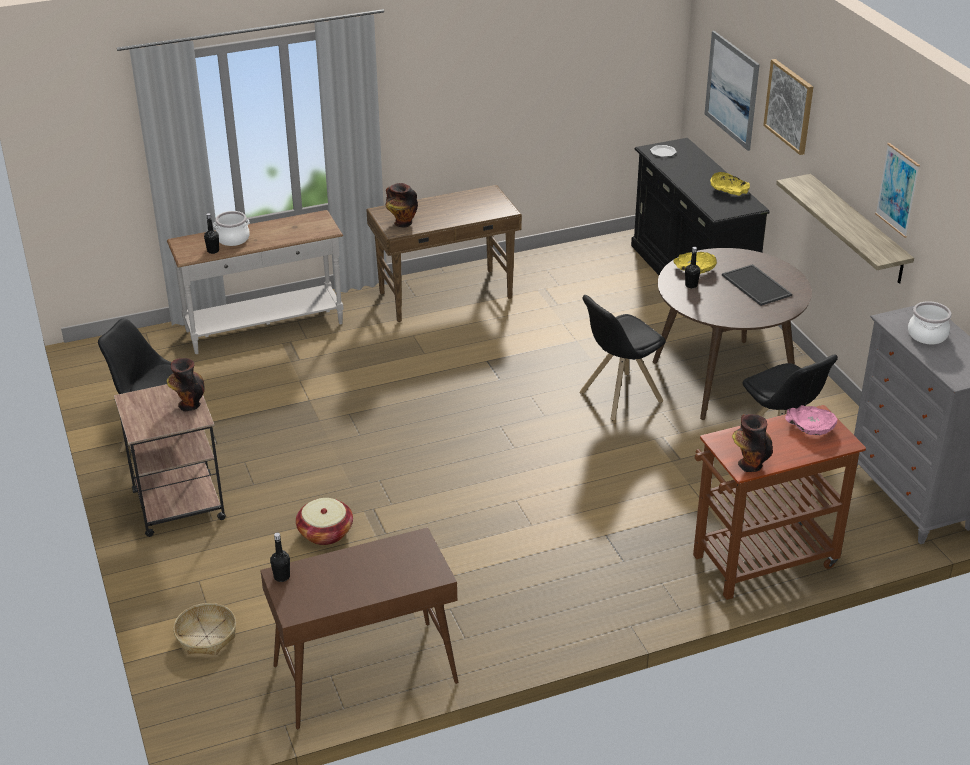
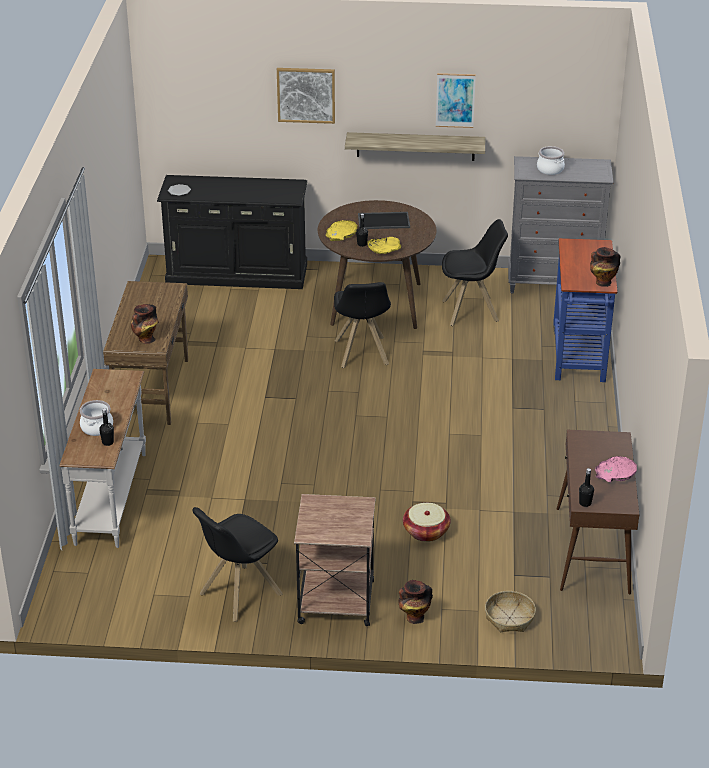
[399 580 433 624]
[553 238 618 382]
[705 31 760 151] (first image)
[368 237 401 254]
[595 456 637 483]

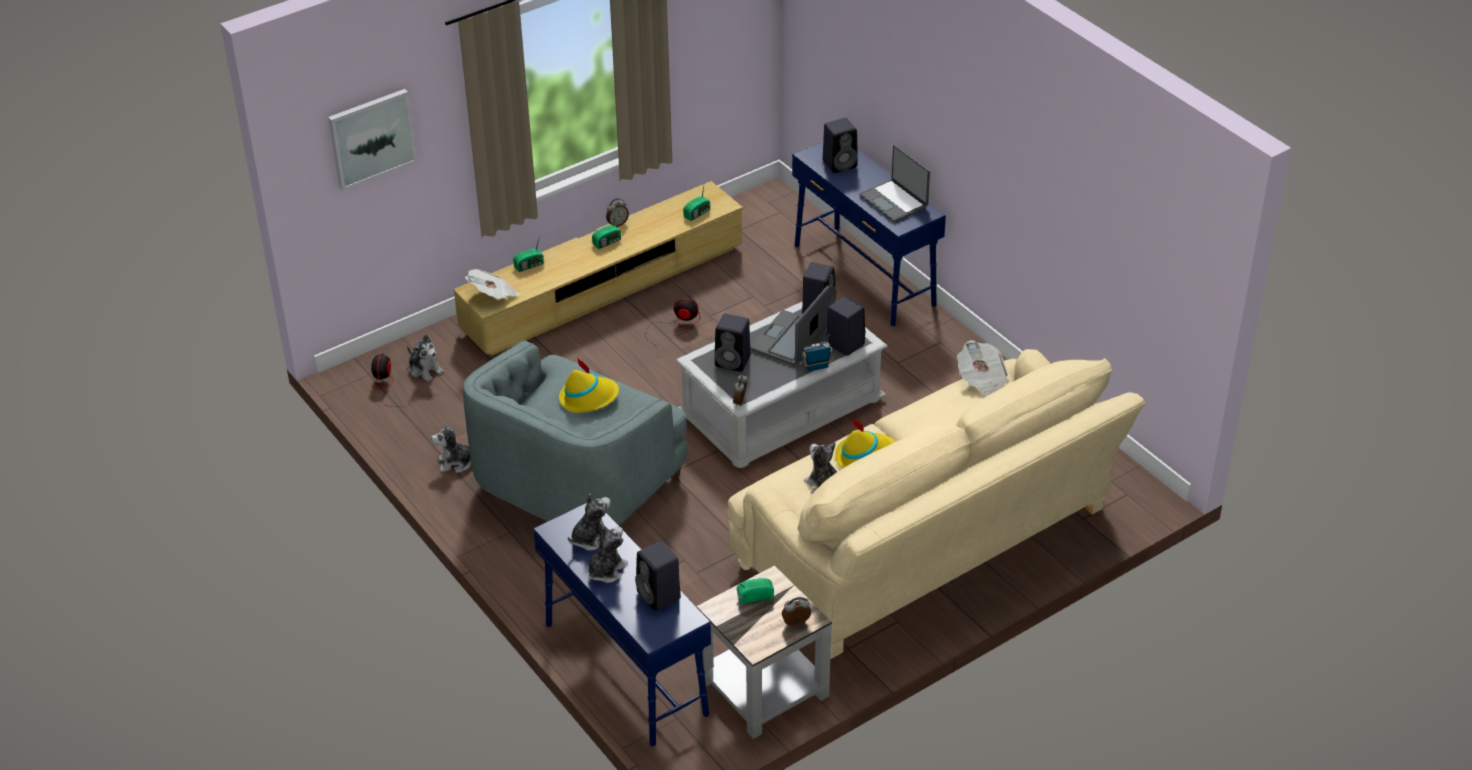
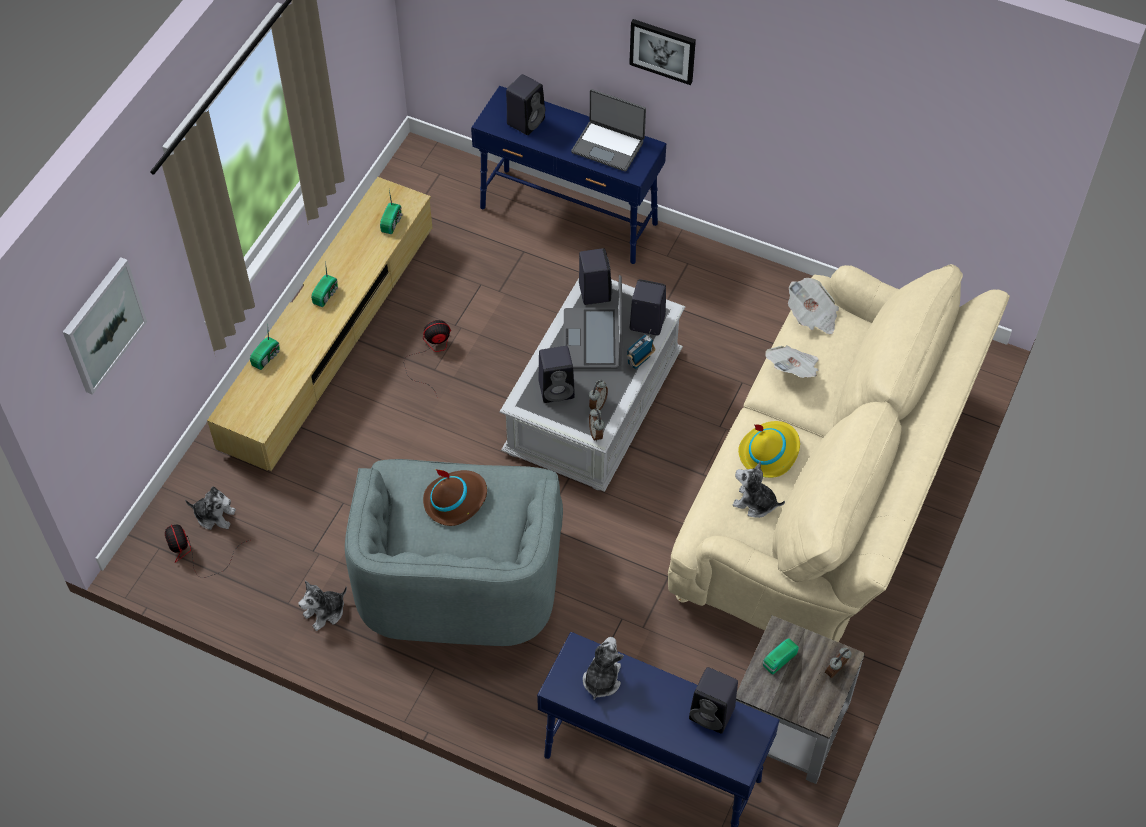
[765 345 819 378]
[423 469 487 526]
[588 526 628 583] (first image)
[589 380 608 410]
[629 19 696 85]

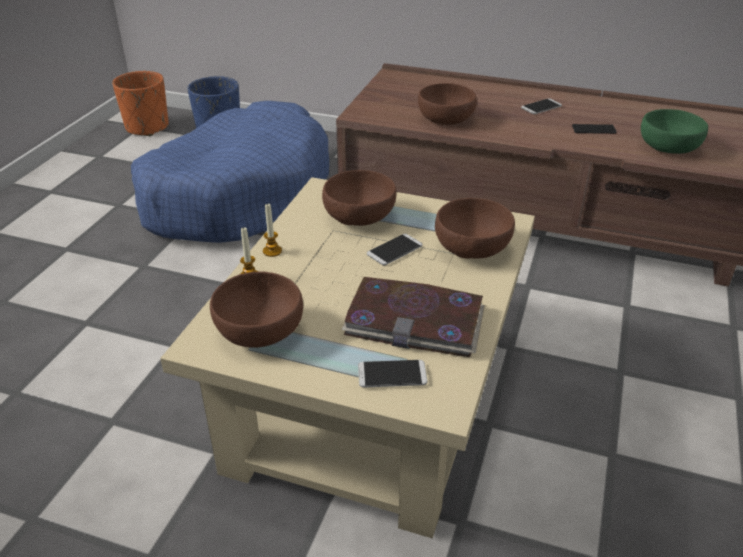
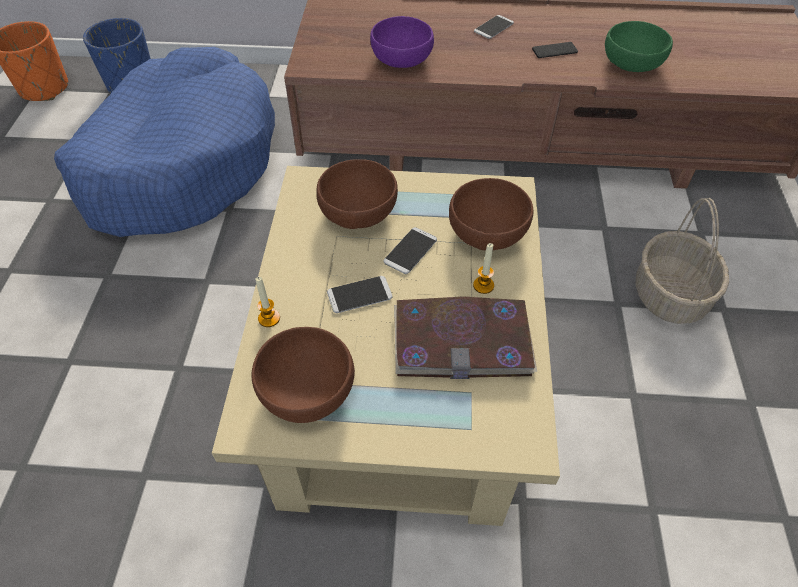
[473 243 494 294]
[327 276 392 313]
[370 16 434 68]
[635 198 729 324]

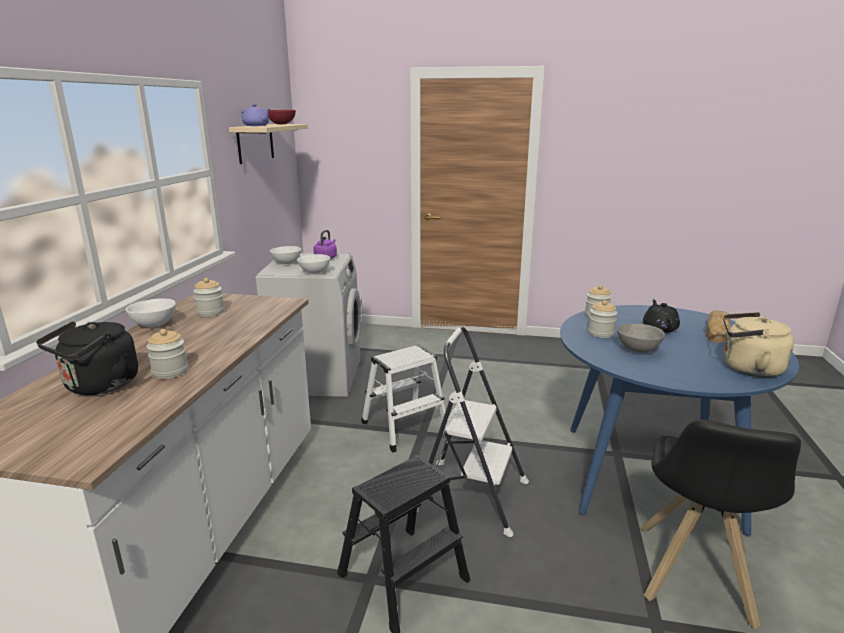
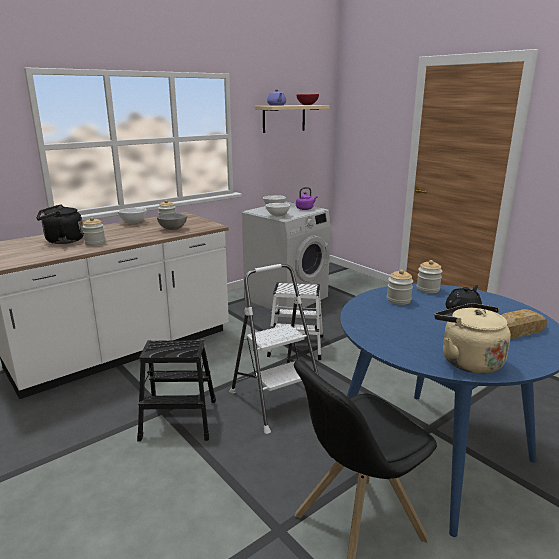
[157 213 187 230]

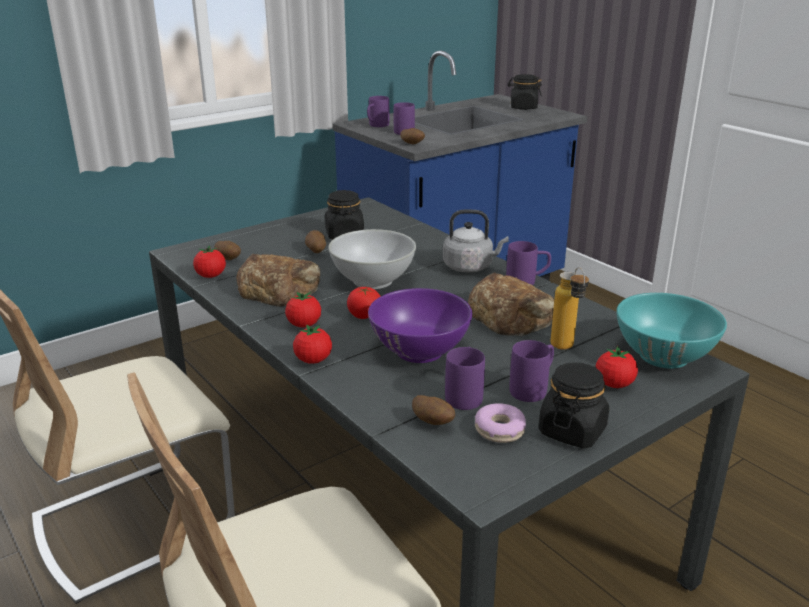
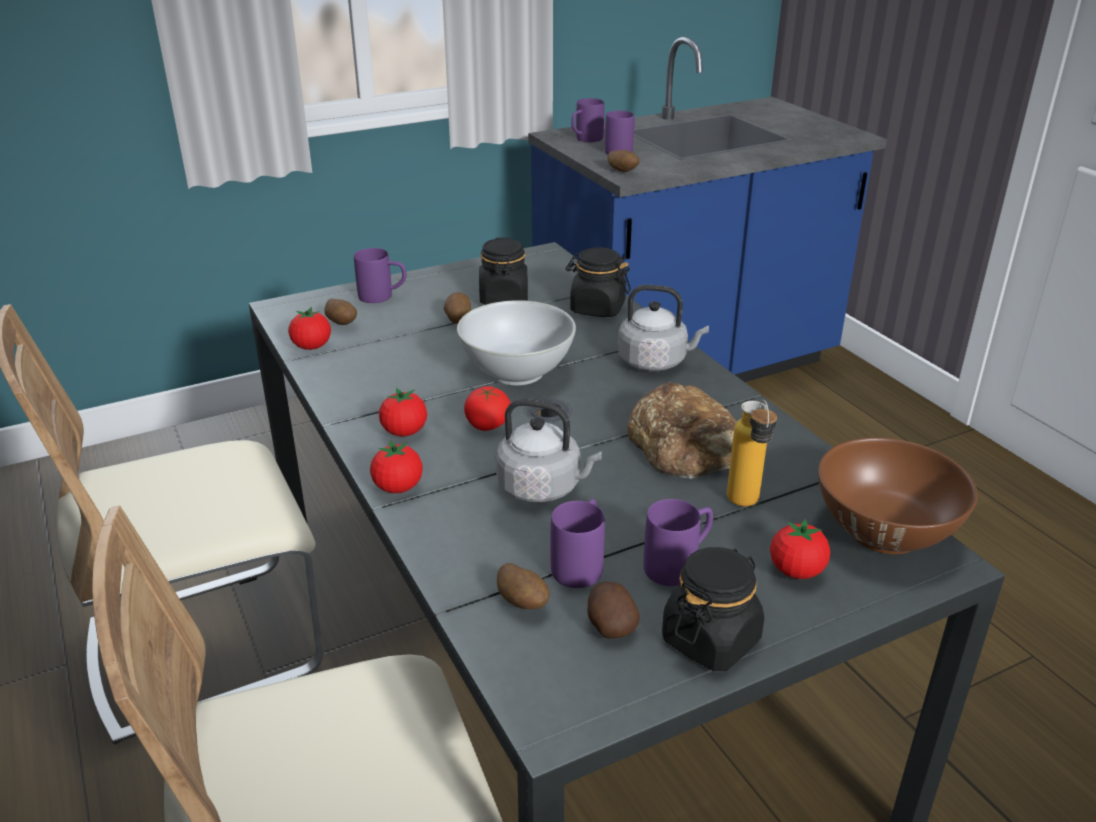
[236 254 320 307] (first image)
[496 399 602 503]
[588 581 640 639]
[354 248 406 303]
[566 247 631 317]
[818 437 978 554]

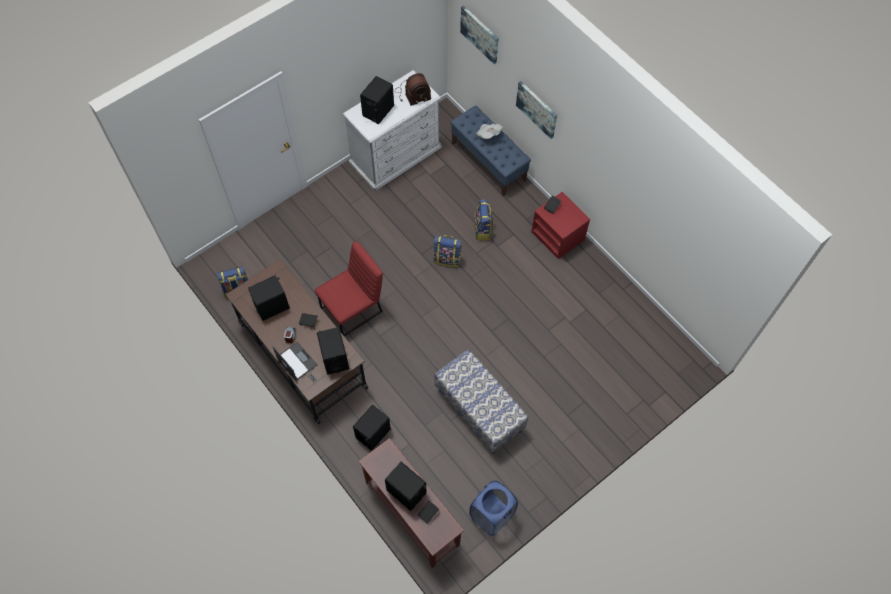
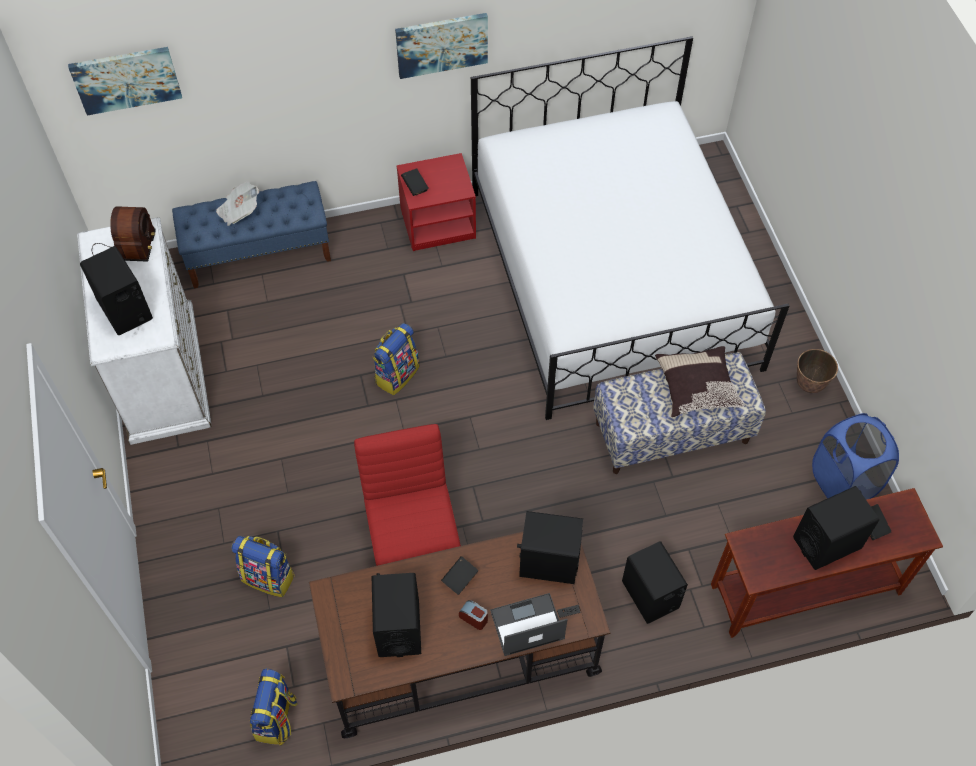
[231 536 295 597]
[395 13 488 79]
[471 36 789 420]
[655 346 745 417]
[797 349 838 393]

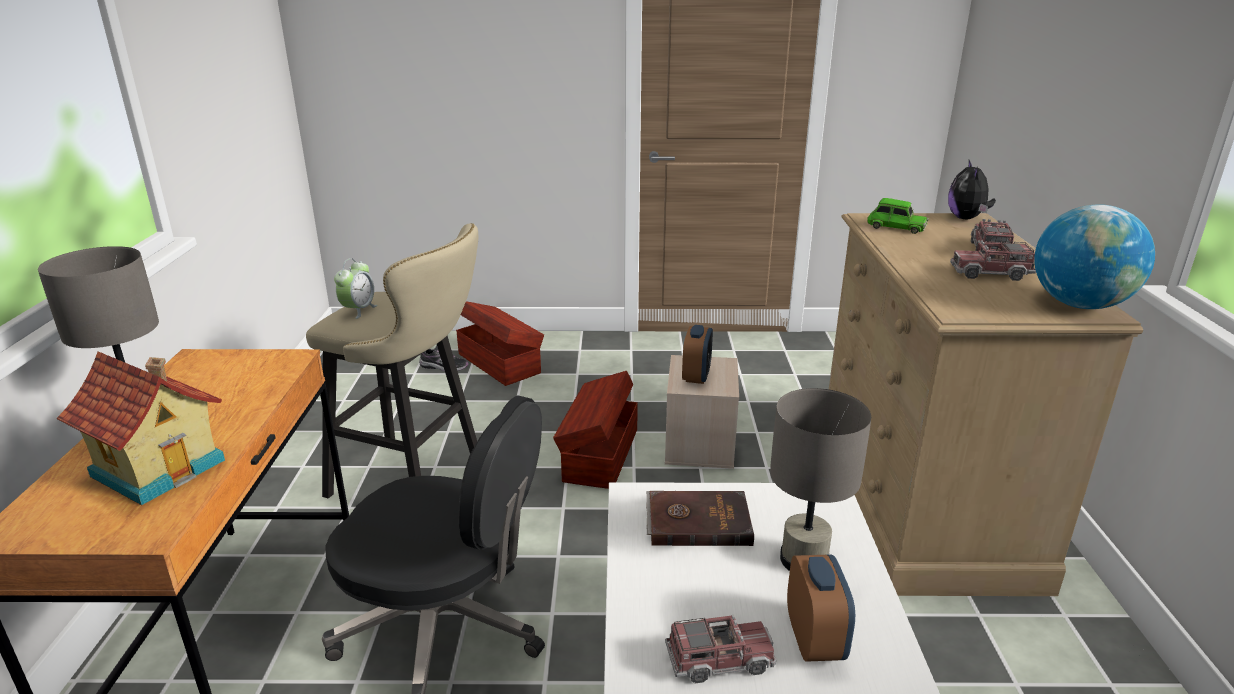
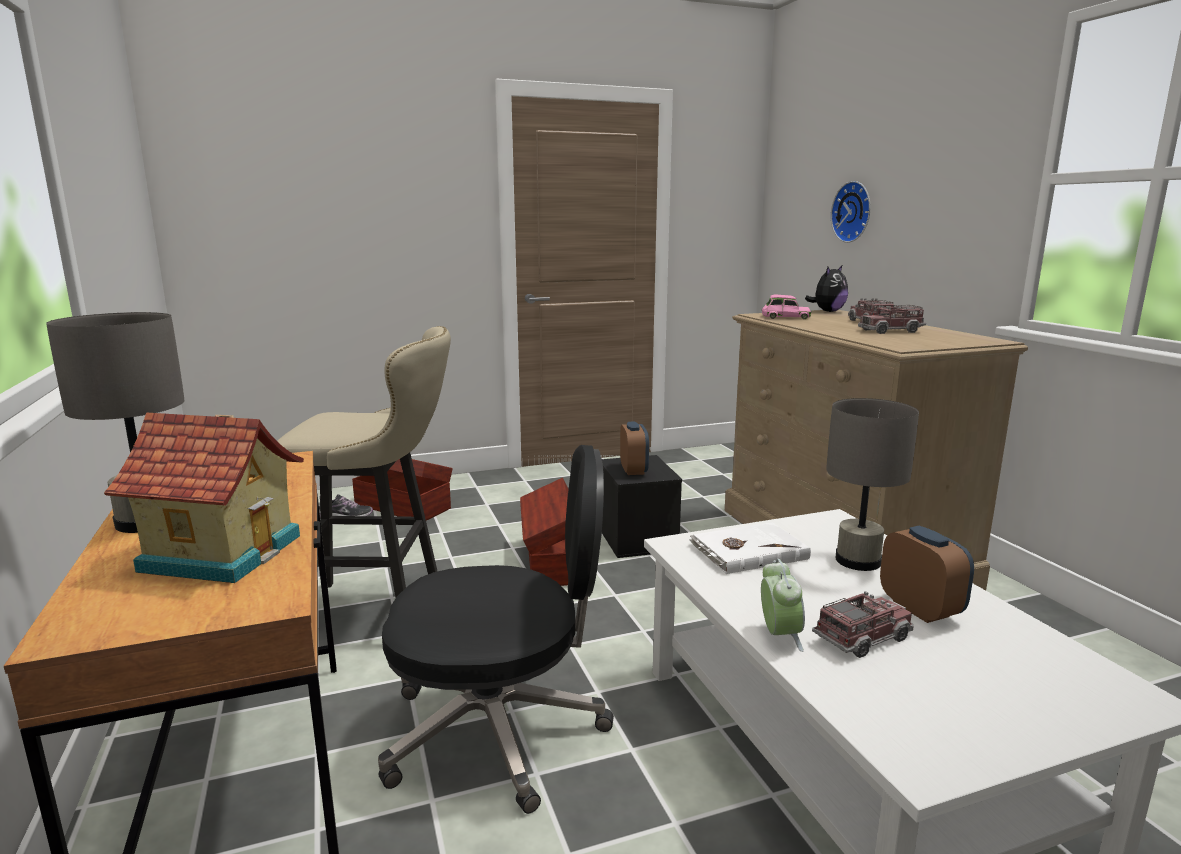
[761 559 805 652]
[689 522 811 574]
[602 455 682 558]
[761 295 812 319]
[805 266 848 312]
[1034 204 1155 309] (first image)
[831 181 870 243]

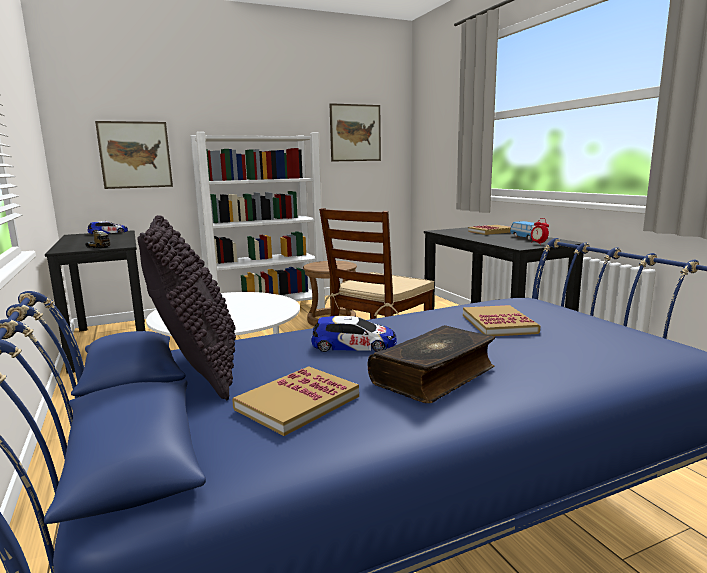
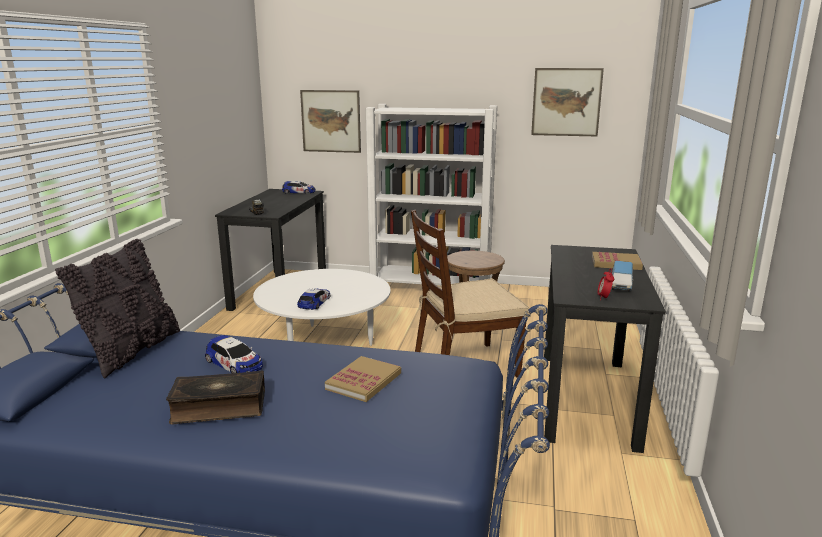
[232 366 359 436] (first image)
[297 289 330 310]

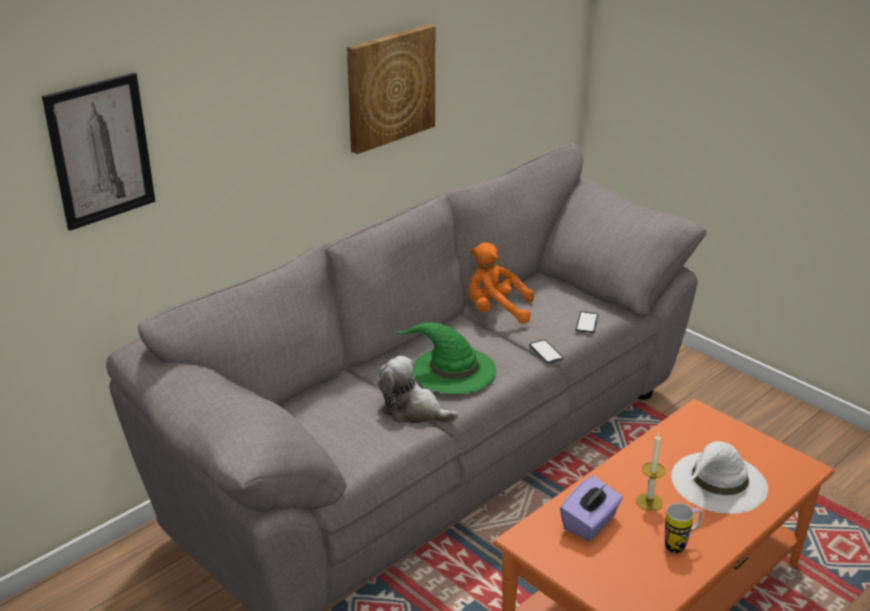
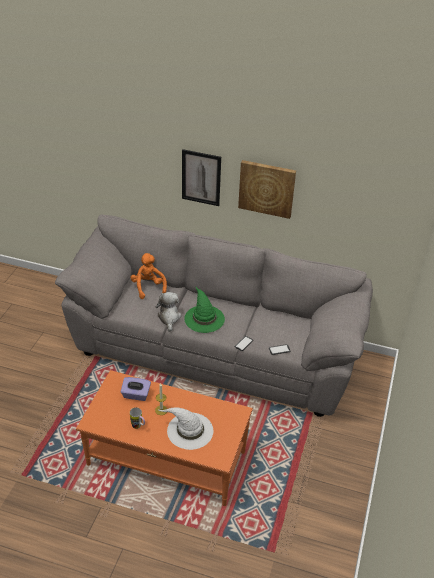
[182 149 221 206]
[131 253 167 299]

